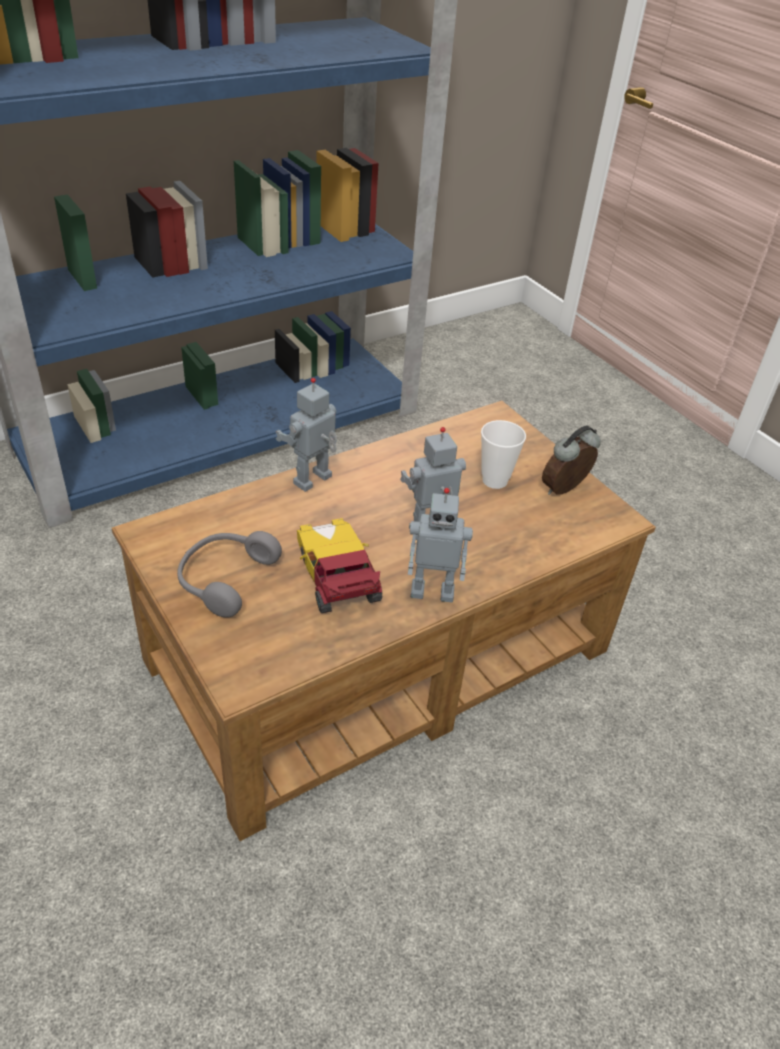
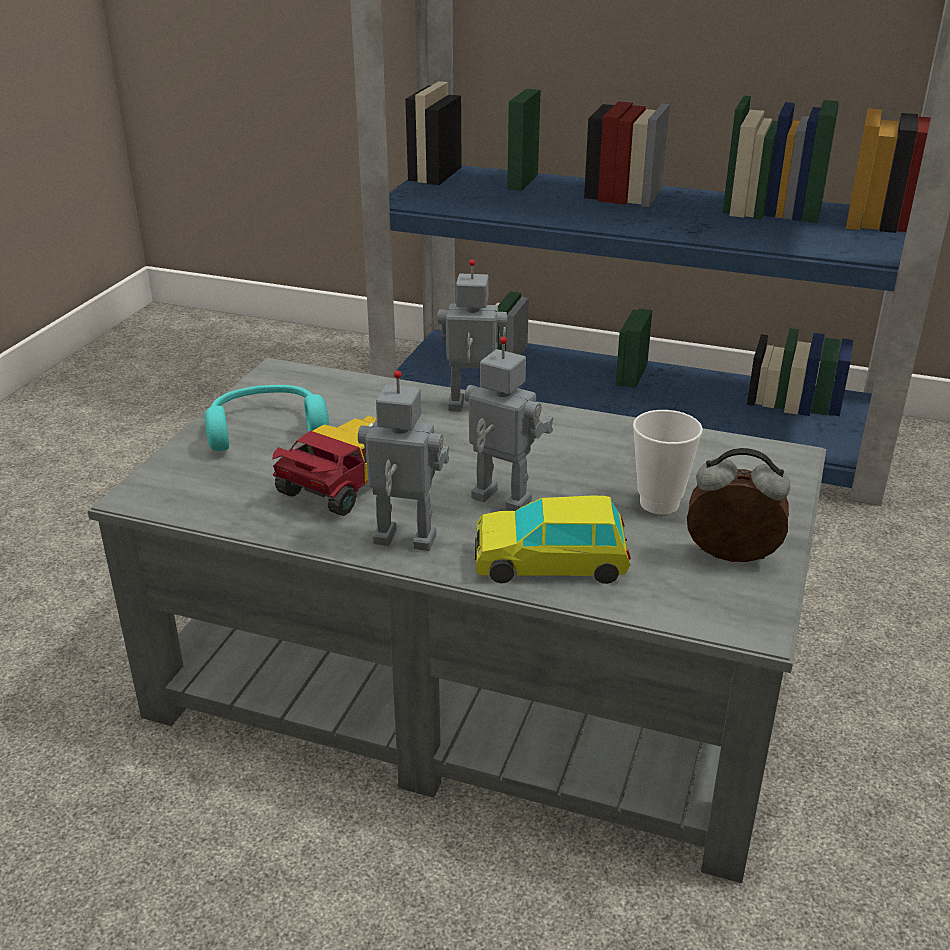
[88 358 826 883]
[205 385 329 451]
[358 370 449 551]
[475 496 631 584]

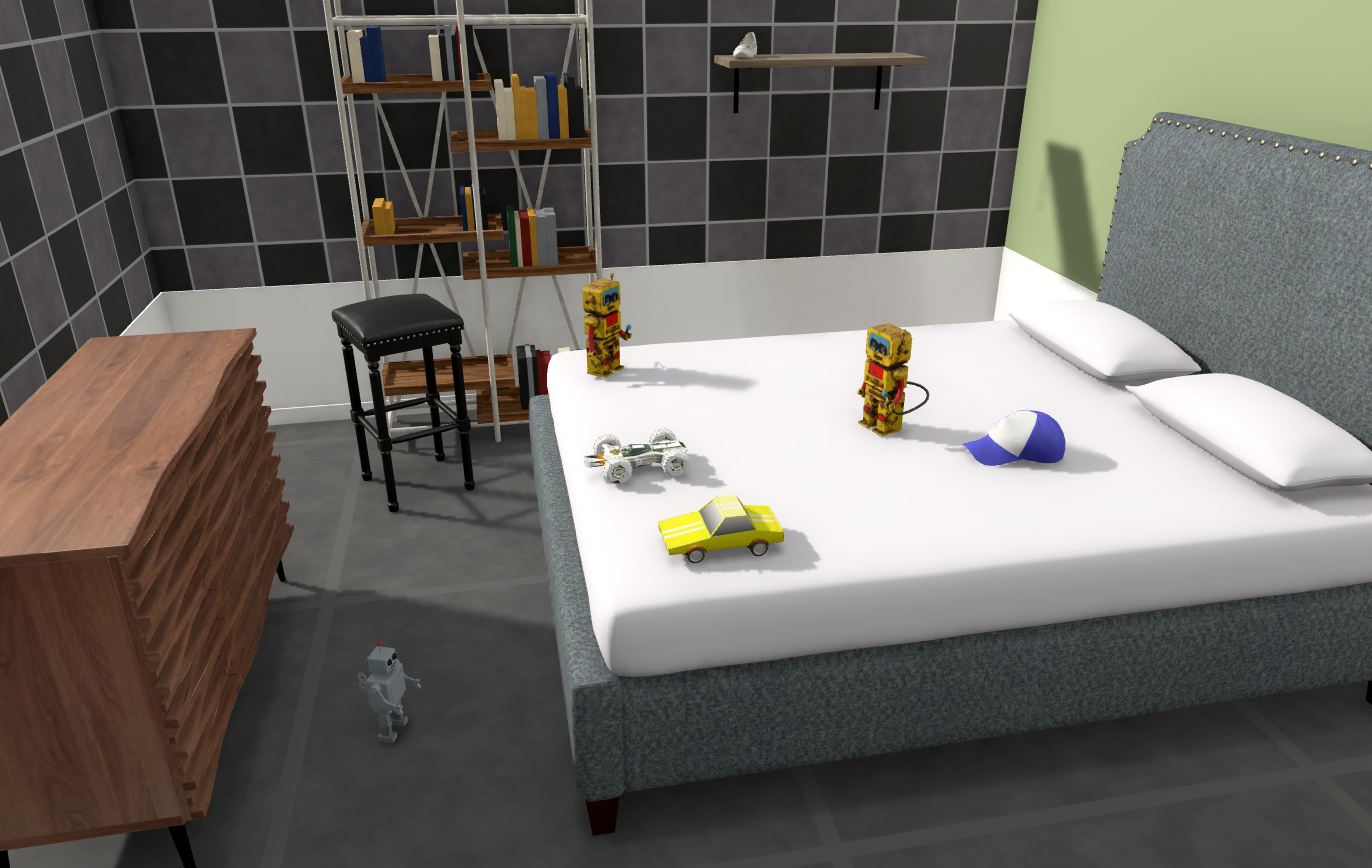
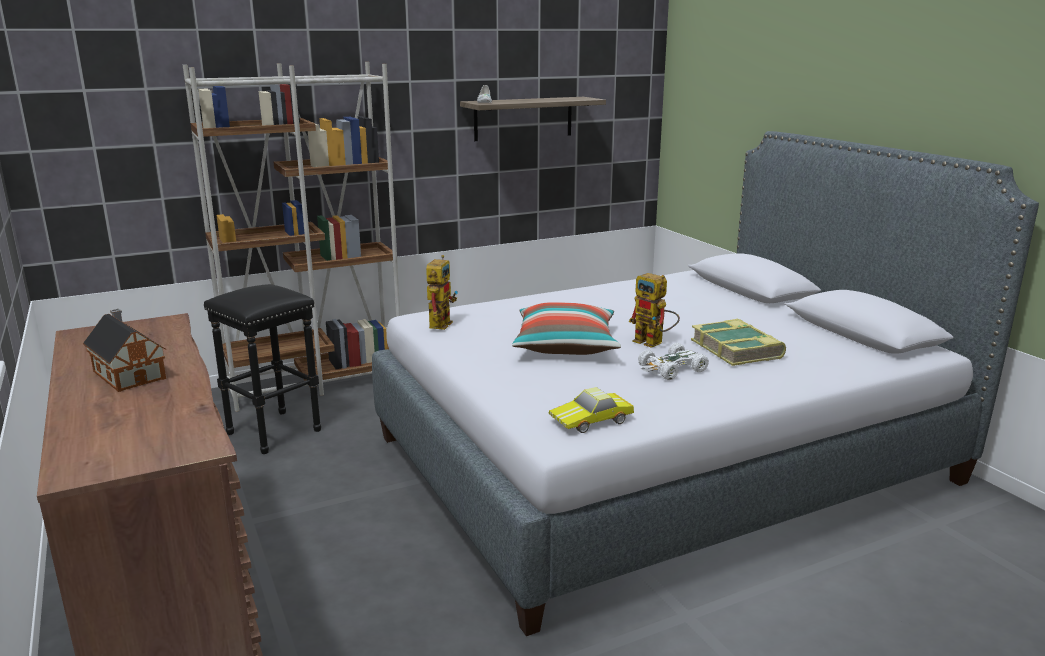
[357 641 421 743] (first image)
[638 343 709 380]
[691 318 786 366]
[83 309 166 392]
[512 302 621 355]

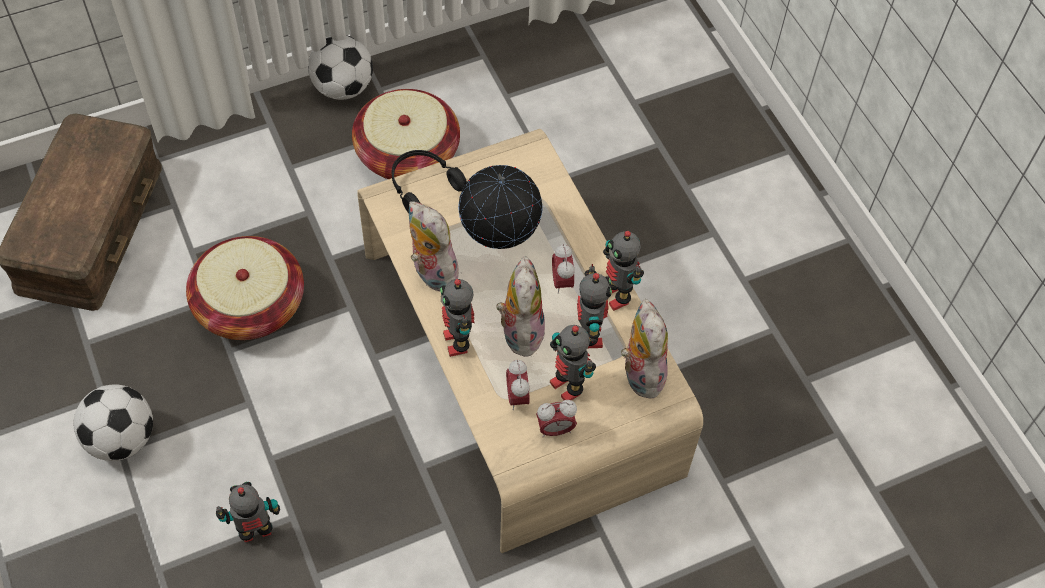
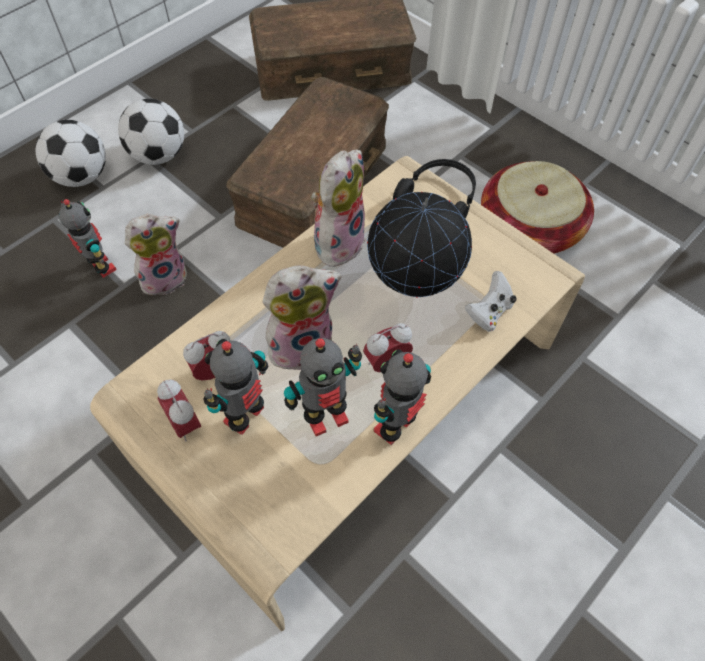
[226 77 389 248]
[35 120 106 187]
[440 279 475 357] (first image)
[125 214 187 298]
[465 271 516 331]

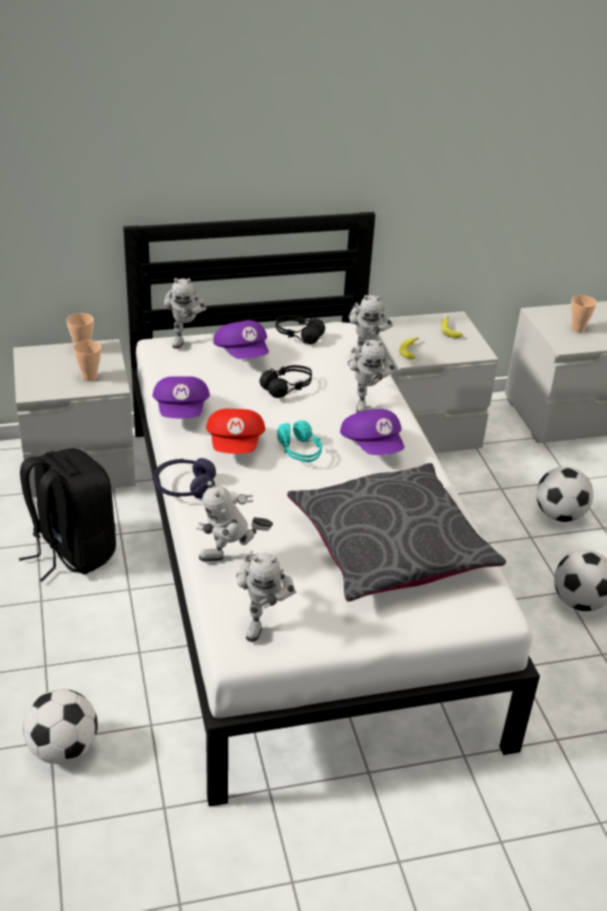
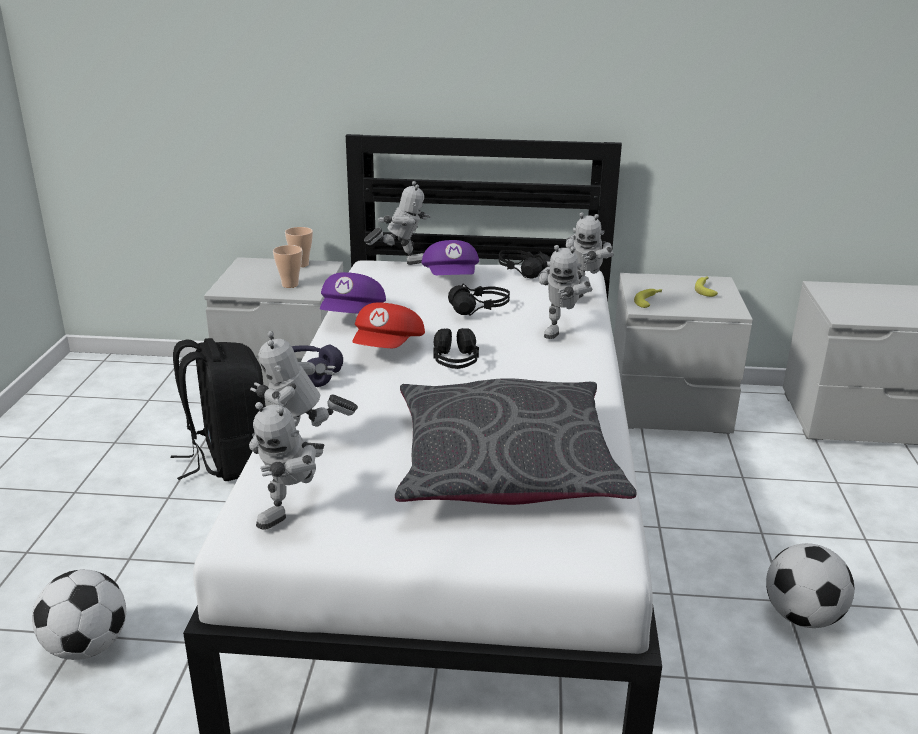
[364 181 431 265]
[433 328 479 369]
[340 409 404 455] (first image)
[536 467 593 522] (first image)
[571 295 597 332] (first image)

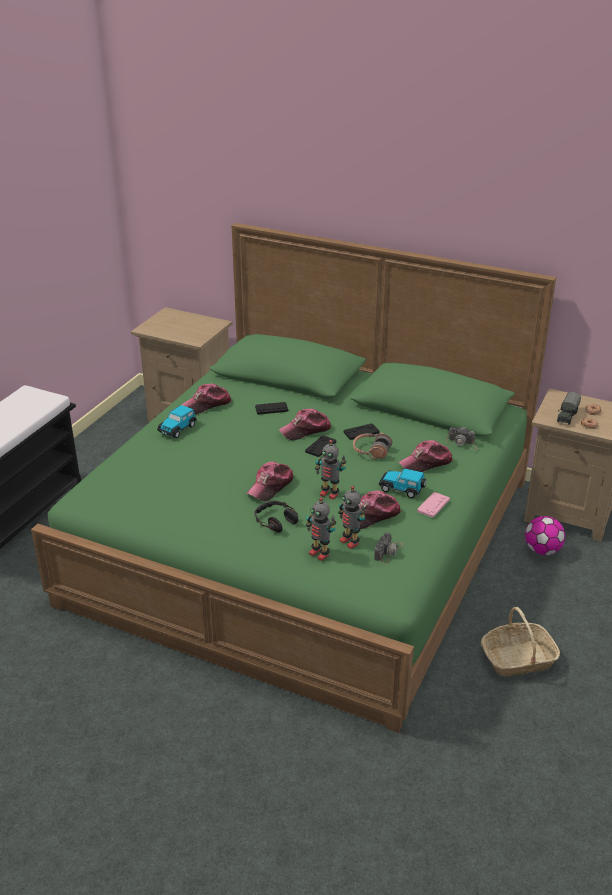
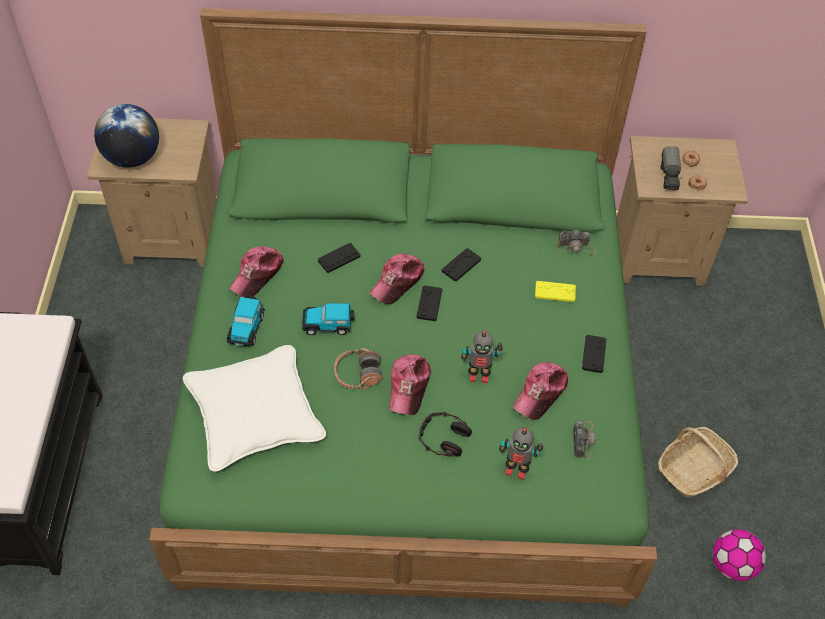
[338 486 366 549] (first image)
[334 348 383 390]
[302 303 355 335]
[535 281 576 302]
[582 335 606 373]
[713 529 766 581]
[94 104 159 168]
[183 345 326 472]

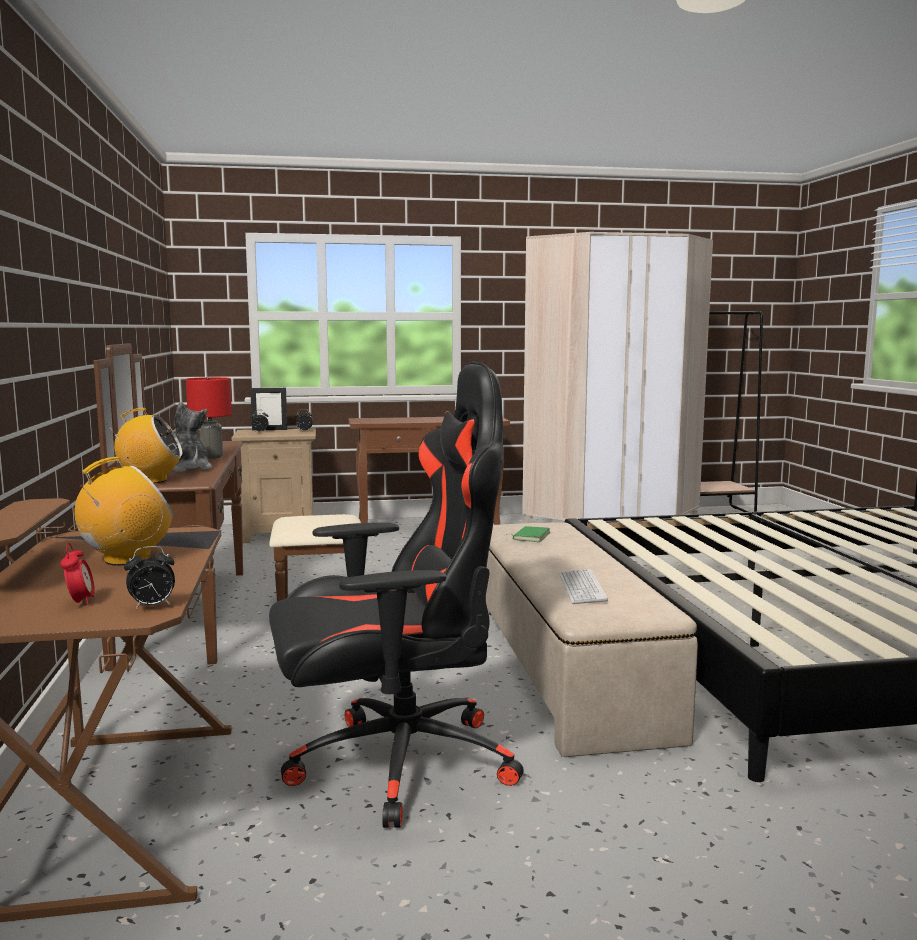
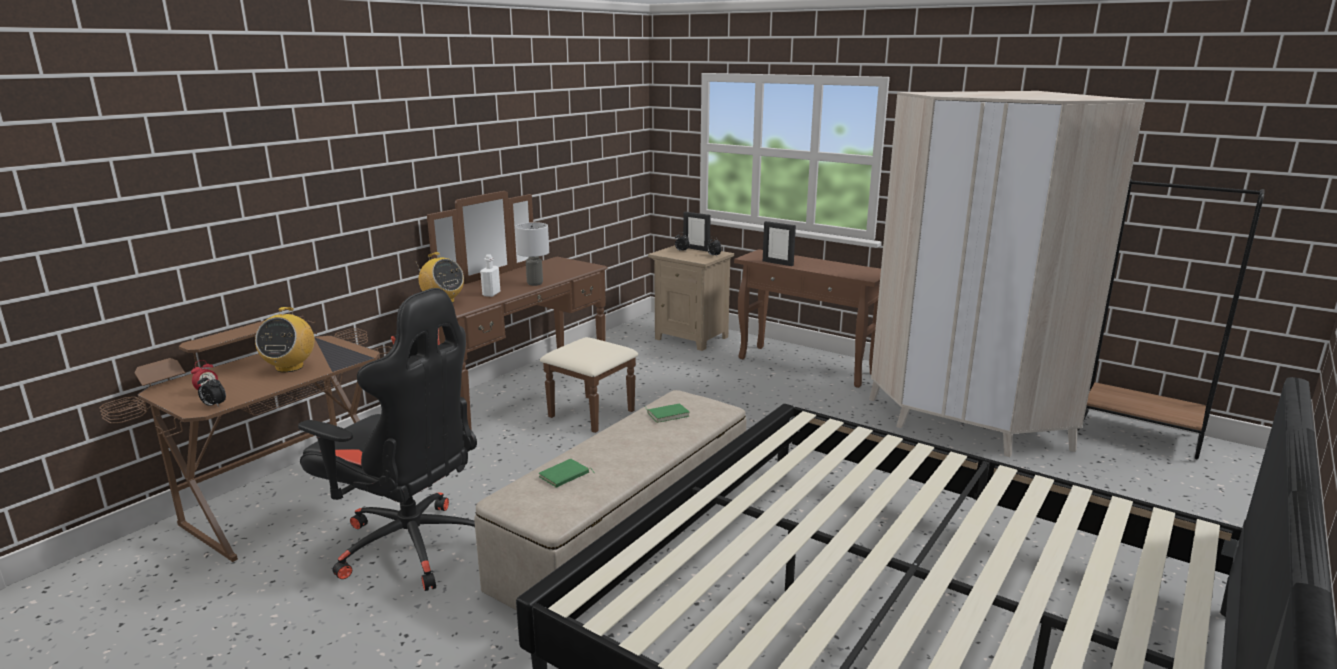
[255 307 315 372]
[480 254 500 297]
[515 222 549 286]
[539 459 595 487]
[763 221 796 266]

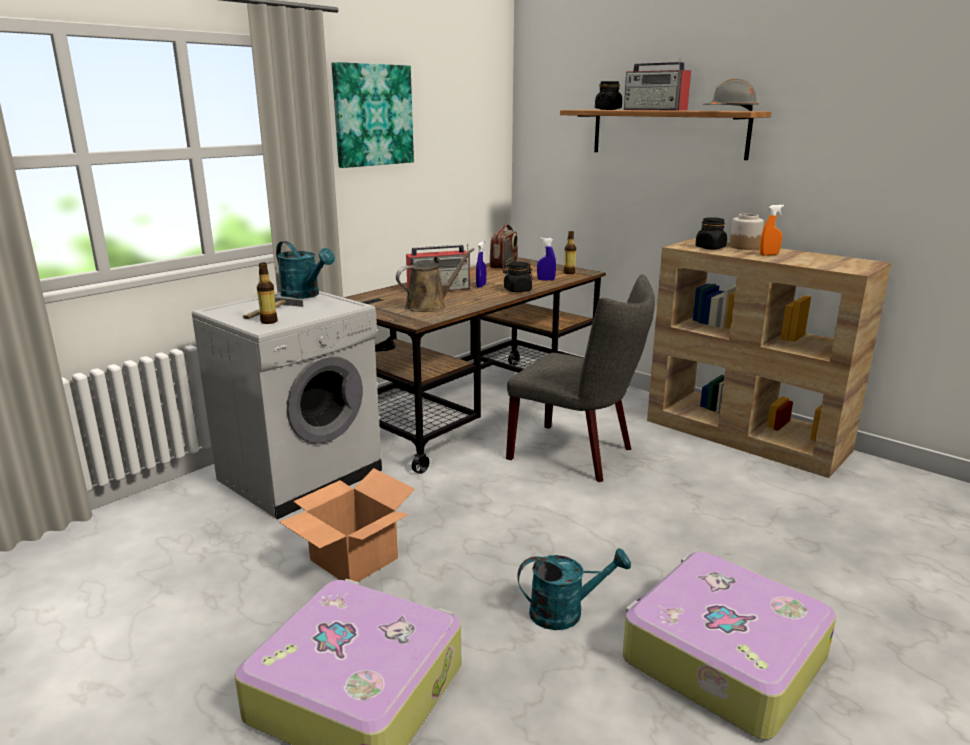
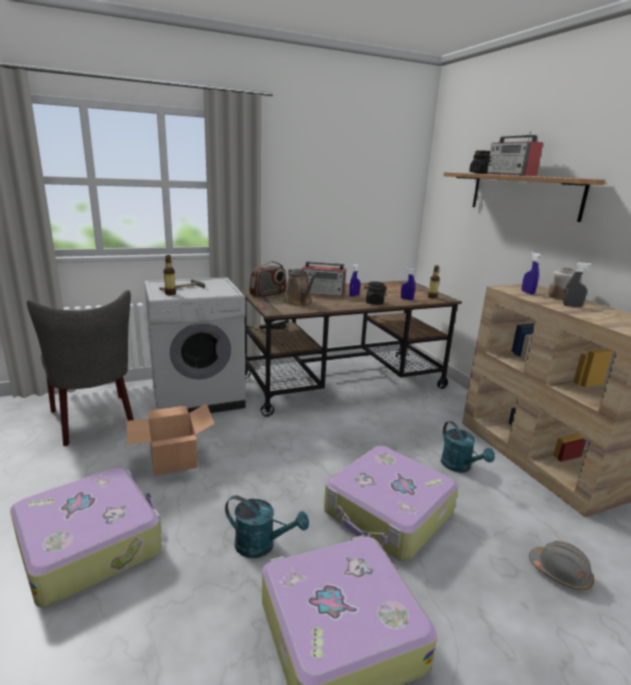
[441 421 495 472]
[332 62 414 168] (first image)
[283 269 317 306]
[249 261 287 298]
[27 290 134 446]
[522 252 541 295]
[529 541 594 590]
[563 262 592 307]
[324 446 458 561]

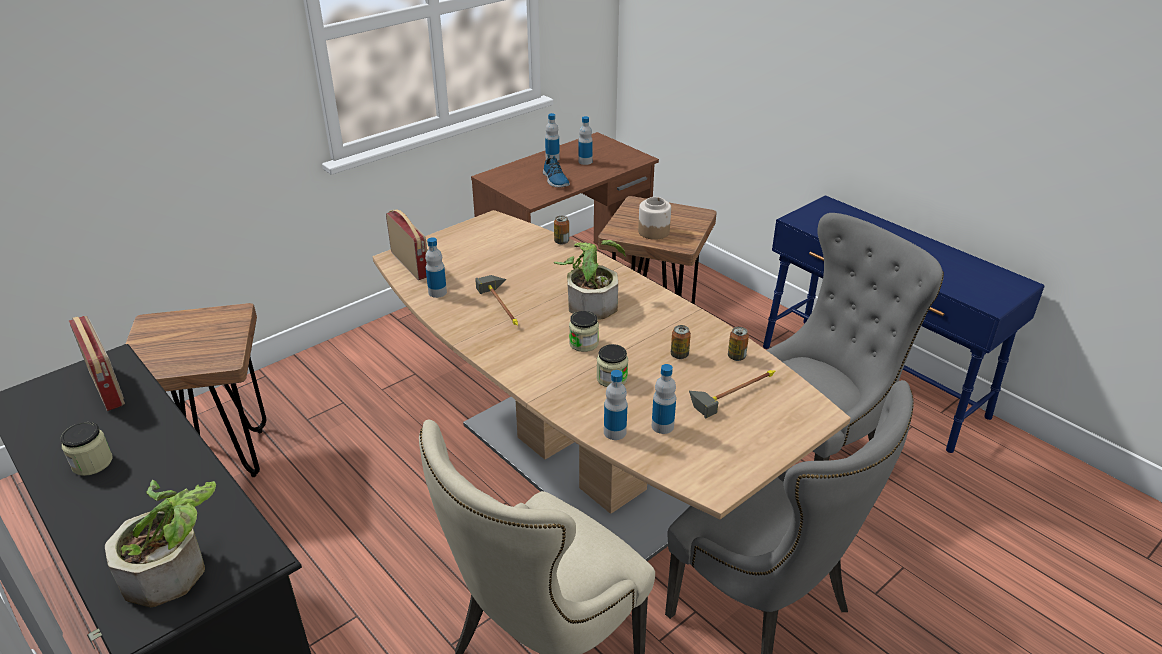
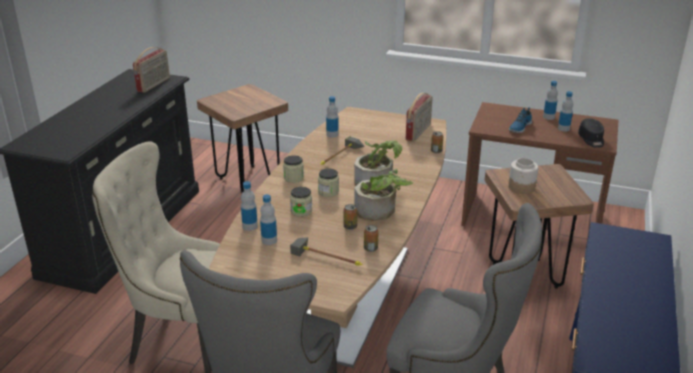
[283 155 304 183]
[354 169 414 221]
[406 93 433 141]
[578 118 604 148]

